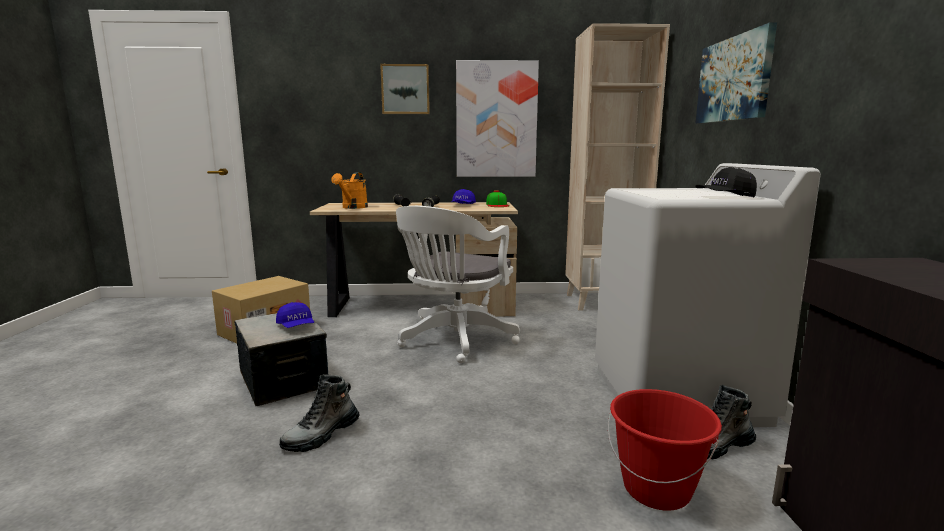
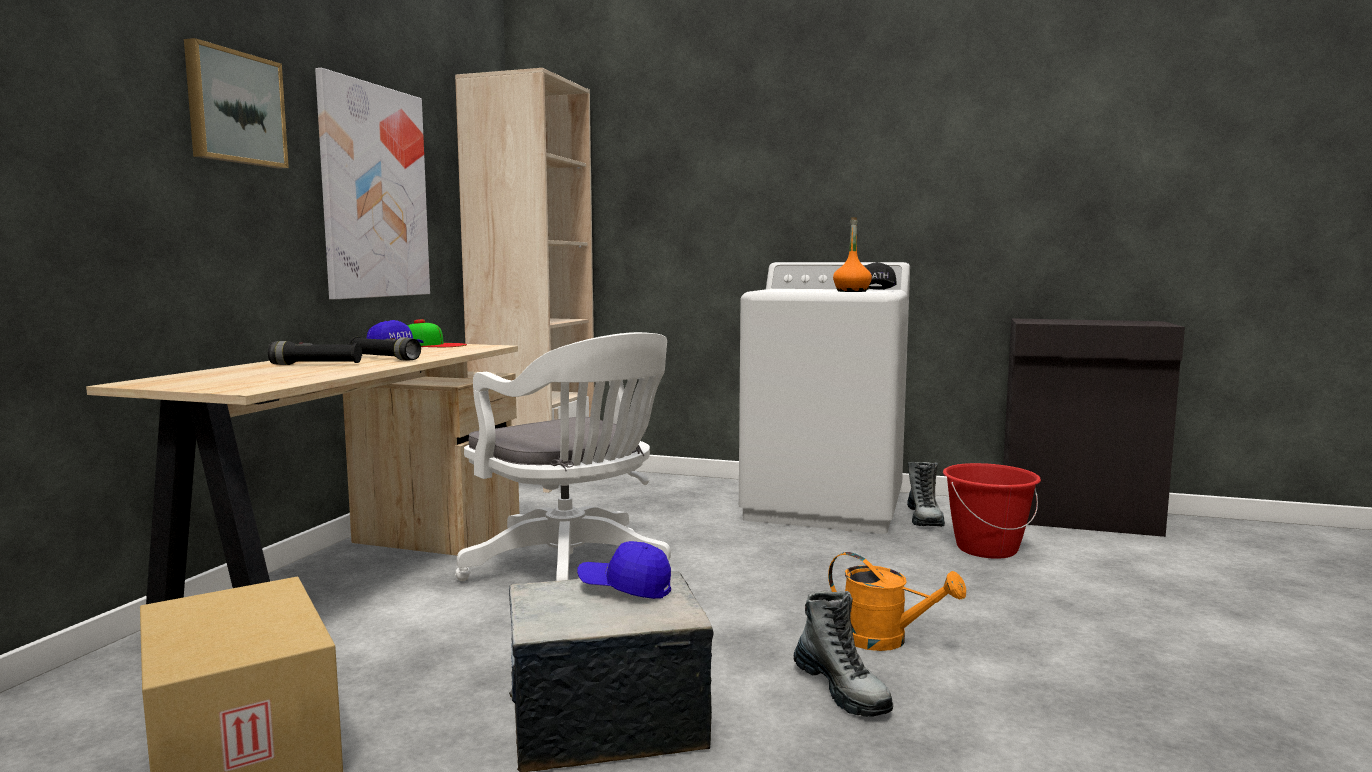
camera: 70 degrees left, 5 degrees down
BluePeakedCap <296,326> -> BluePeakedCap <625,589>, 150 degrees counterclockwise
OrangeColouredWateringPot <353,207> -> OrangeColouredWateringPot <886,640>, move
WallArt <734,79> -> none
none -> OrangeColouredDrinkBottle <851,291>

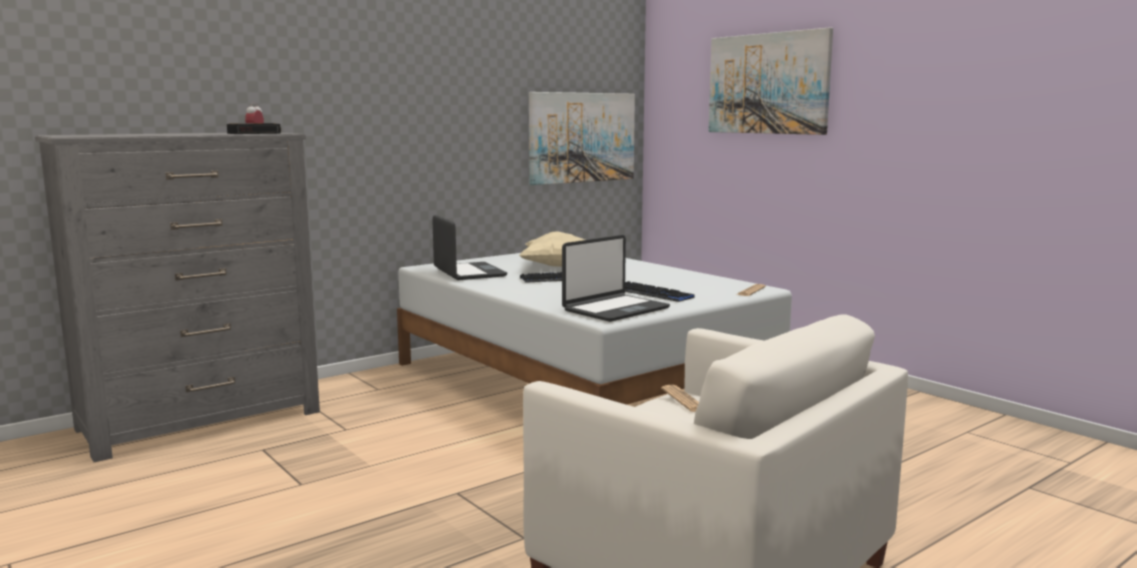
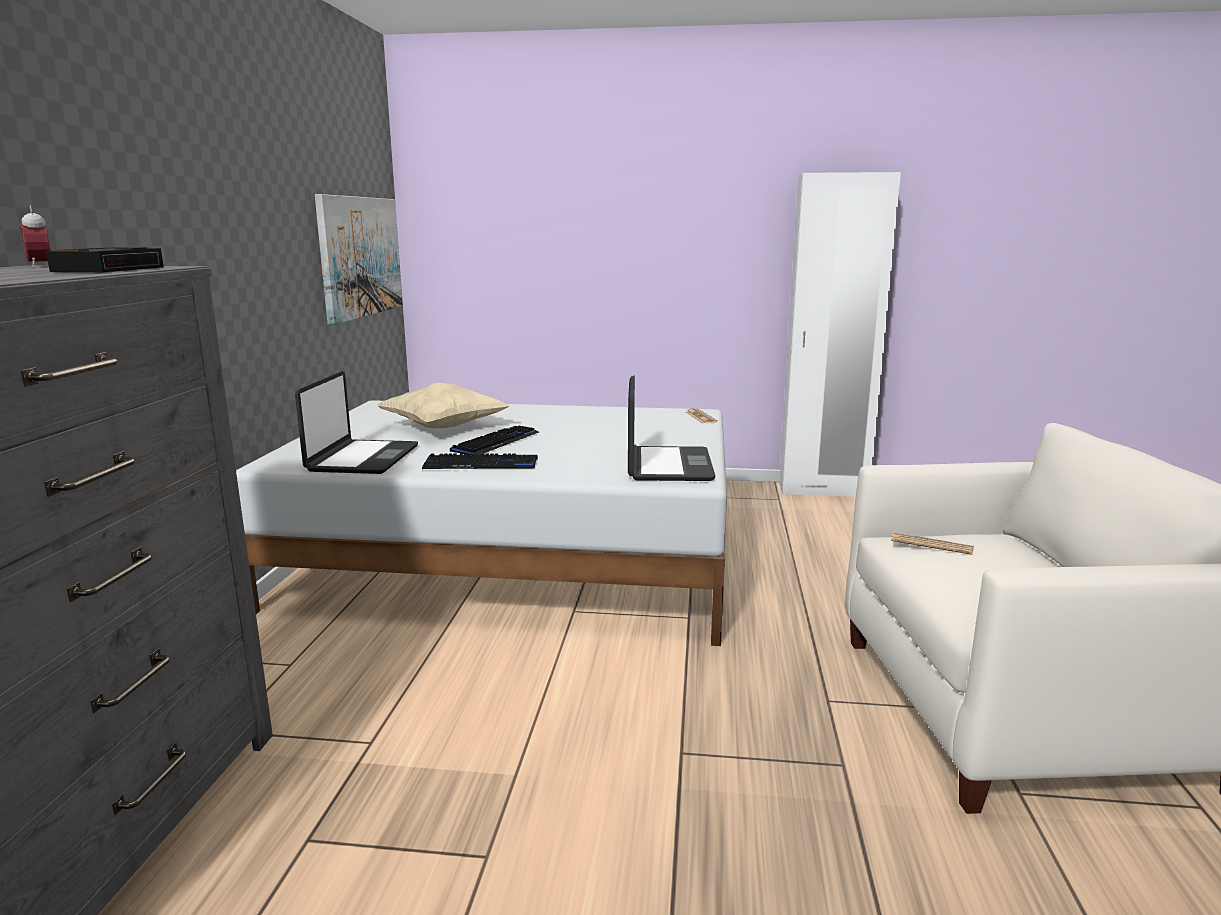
camera: 45 degrees left, 5 degrees up
Laptop <468,272> -> Laptop <362,459>, 75 degrees clockwise
PcKeyboard <651,293> -> PcKeyboard <481,464>, move
WallArt <768,83> -> none
none -> WhitishClothesCupboard <823,490>

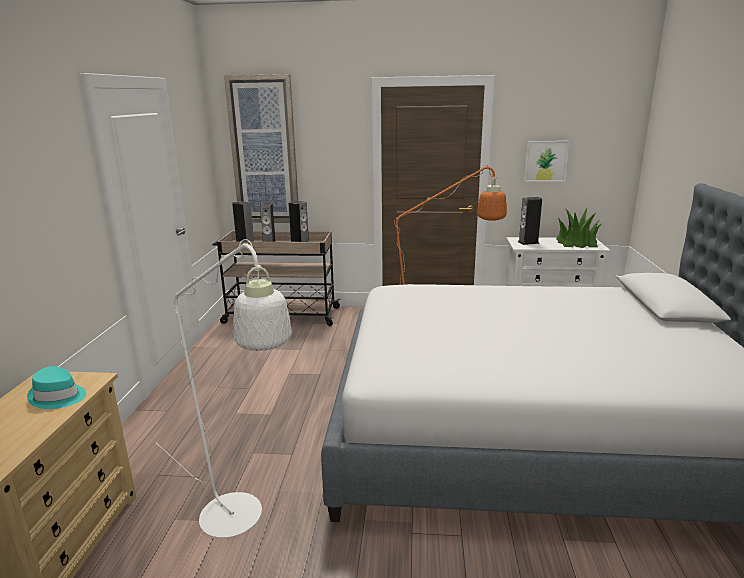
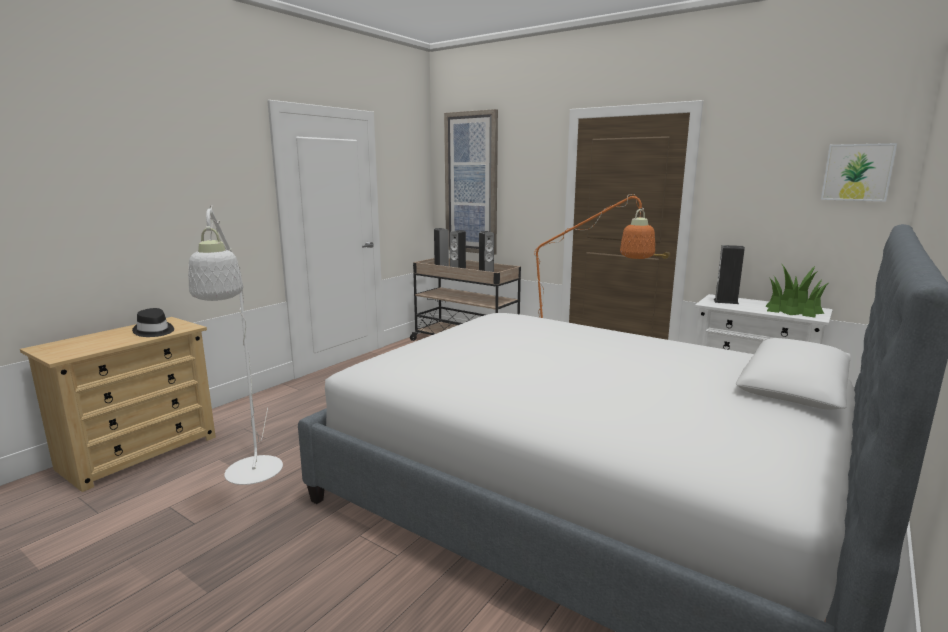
camera: 30 degrees right, 5 degrees down
BlueGreenClothingHat <58,397> -> BlackishClothingHat <154,331>
WallArt <546,161> -> WallArt <857,172>, move

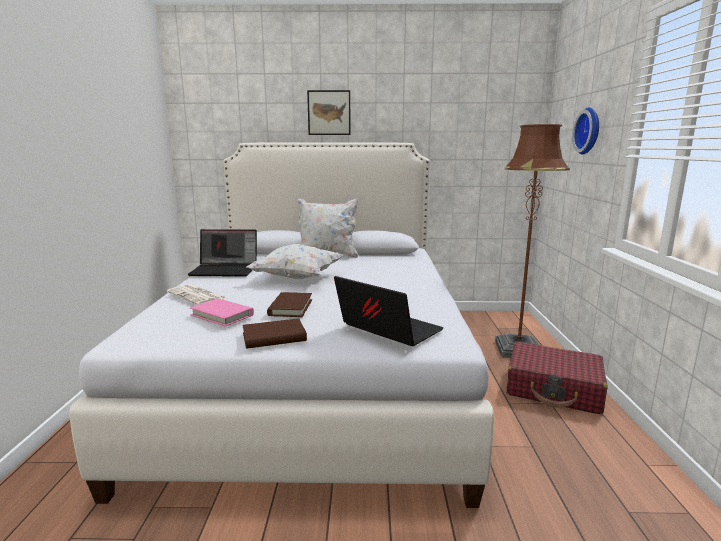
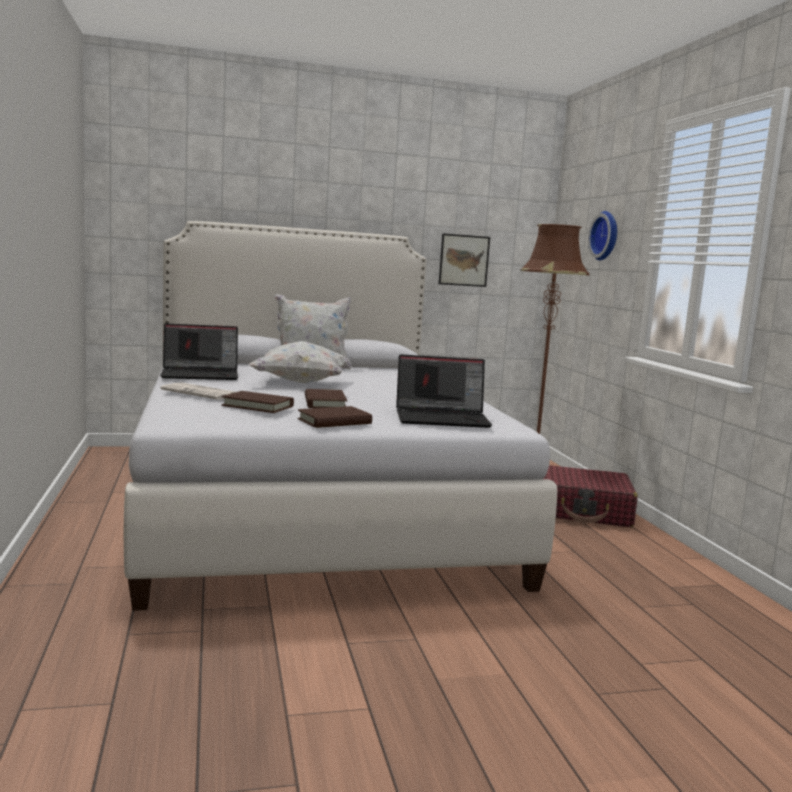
camera: 15 degrees left, 5 degrees down
PinkColouredVolume <222,315> -> BrownVolume <258,406>
WallArt <329,113> -> WallArt <464,260>, move
Laptop <386,330> -> Laptop <443,418>, 150 degrees clockwise

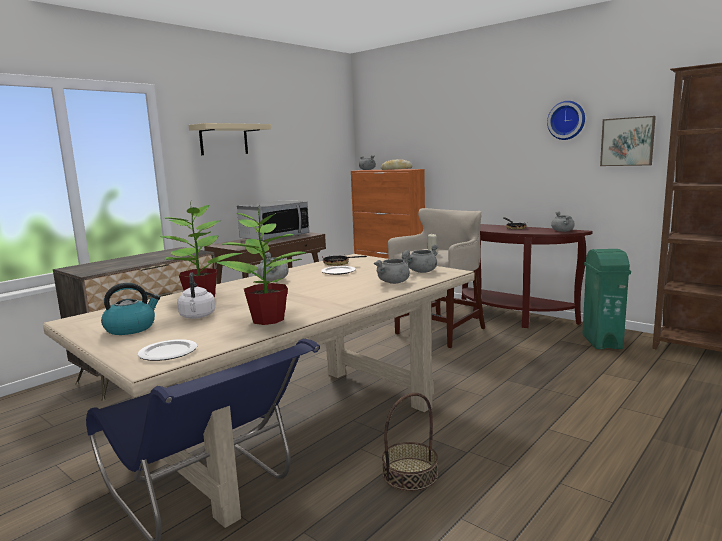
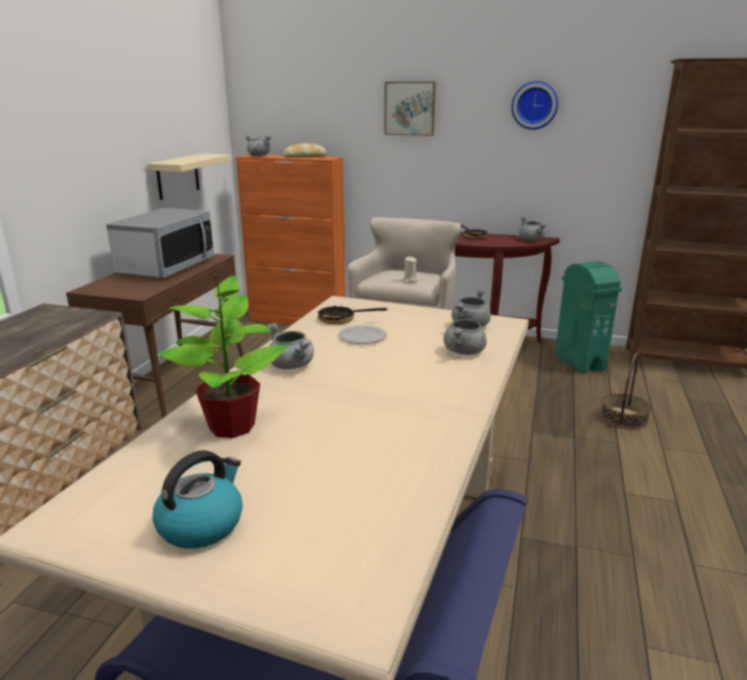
camera: 25 degrees left, 10 degrees up
Plate <167,353> -> none
WhitishWaterKettle <197,316> -> none
BeigeWallShelf <224,140> -> BeigeWallShelf <178,176>, move
Houseplant <269,319> -> none
StorageBasket <410,474> -> StorageBasket <624,417>, move
WallArt <627,141> -> WallArt <410,108>, move

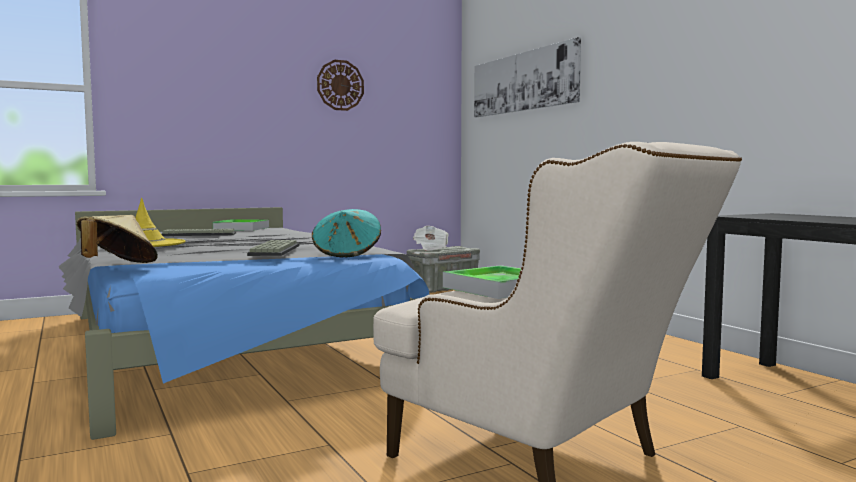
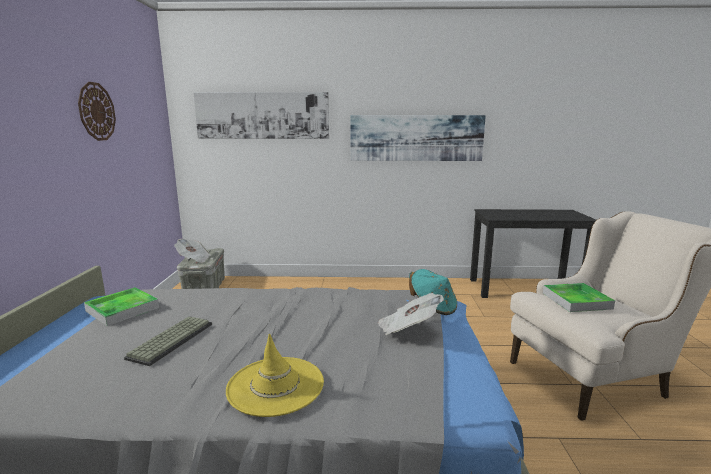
camera: 60 degrees left, 10 degrees up
BeigeClothingHat <118,266> -> none
PcKeyboard <273,250> -> DailyPaper <408,328>
none -> WallArt <416,138>

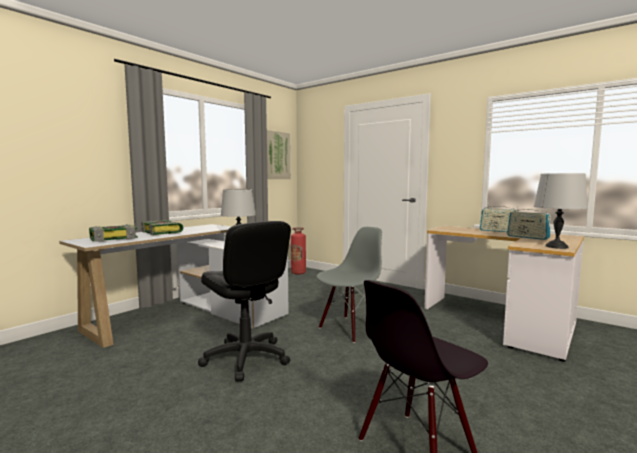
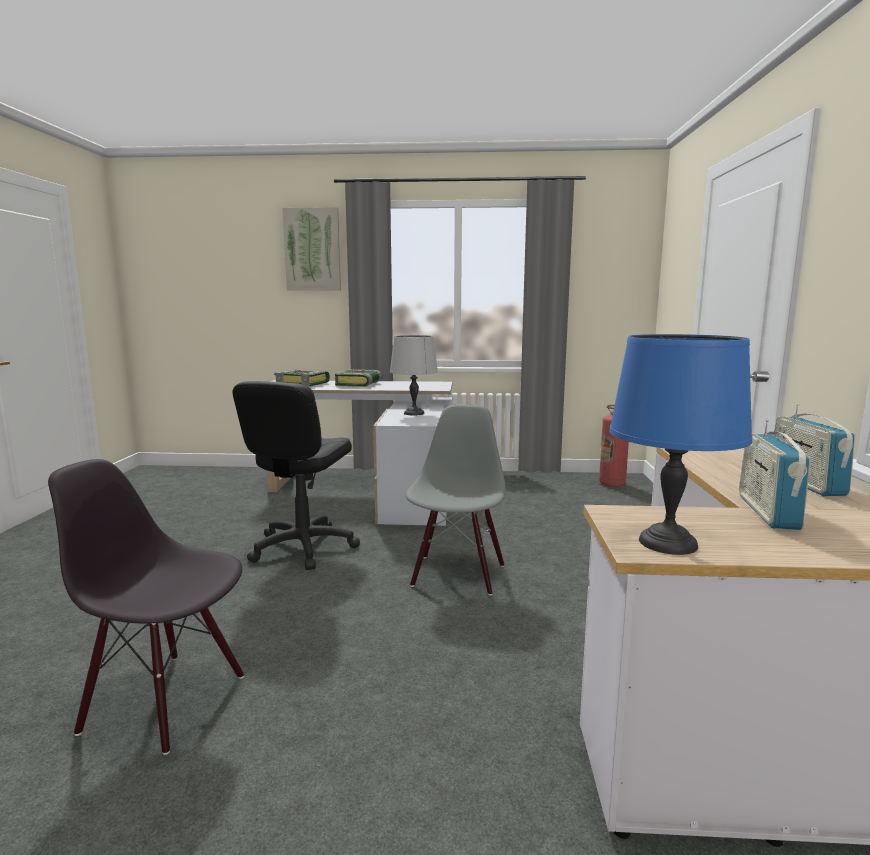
camera: 55 degrees right, 5 degrees up
WallArt <277,155> -> WallArt <312,249>, move
GreyPlainChair <350,329> -> GreyPlainChair <457,574>, 90 degrees counterclockwise
GreyTableLamp <556,246> -> BlueTableLamp <667,542>

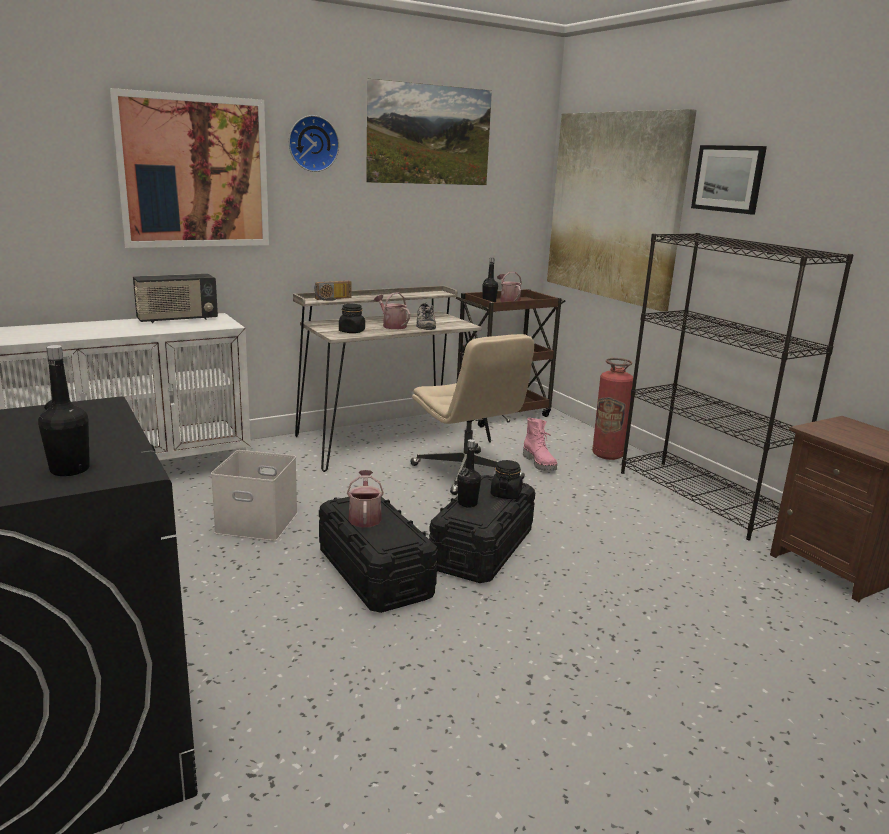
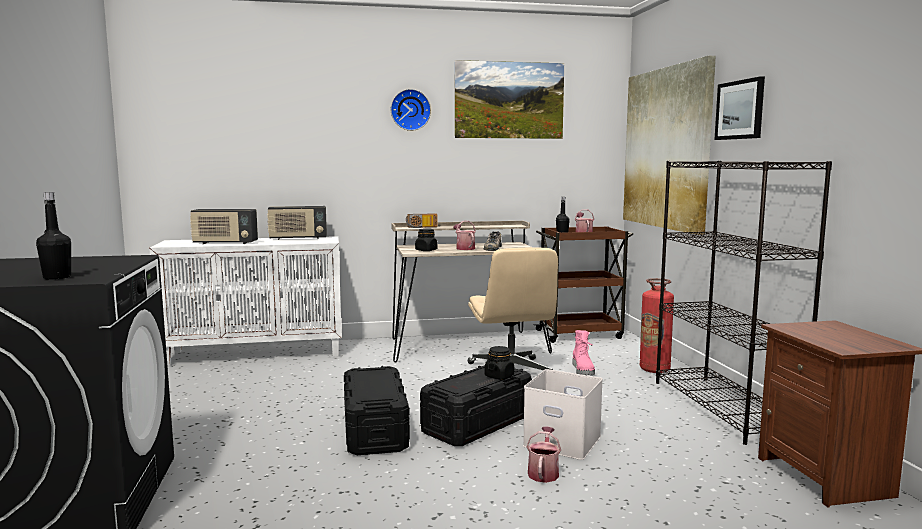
camera: 20 degrees right, 10 degrees down
WallArt <194,172> -> none
WhitishStorageContainer <259,522> -> WhitishStorageContainer <564,441>, move
WateringPot <365,517> -> WateringPot <543,472>, move
BlackishDrinkBottle <467,503> -> none
none -> Radio <225,243>

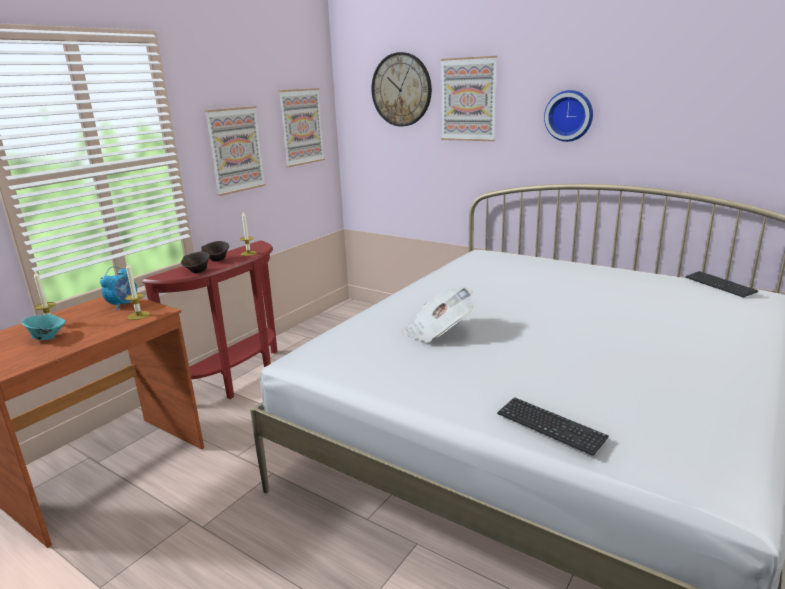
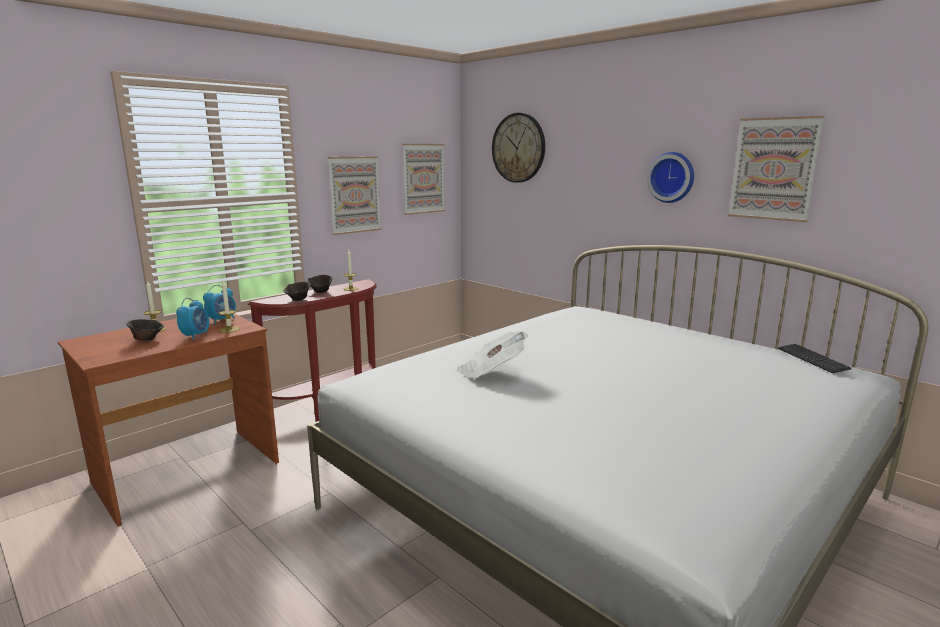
camera: 10 degrees right, 5 degrees down
BlueGreenBowl <47,337> -> BrownBowl <147,339>
WallArt <468,99> -> WallArt <774,169>, move
PcKeyboard <550,427> -> none
none -> TableClock <196,335>

